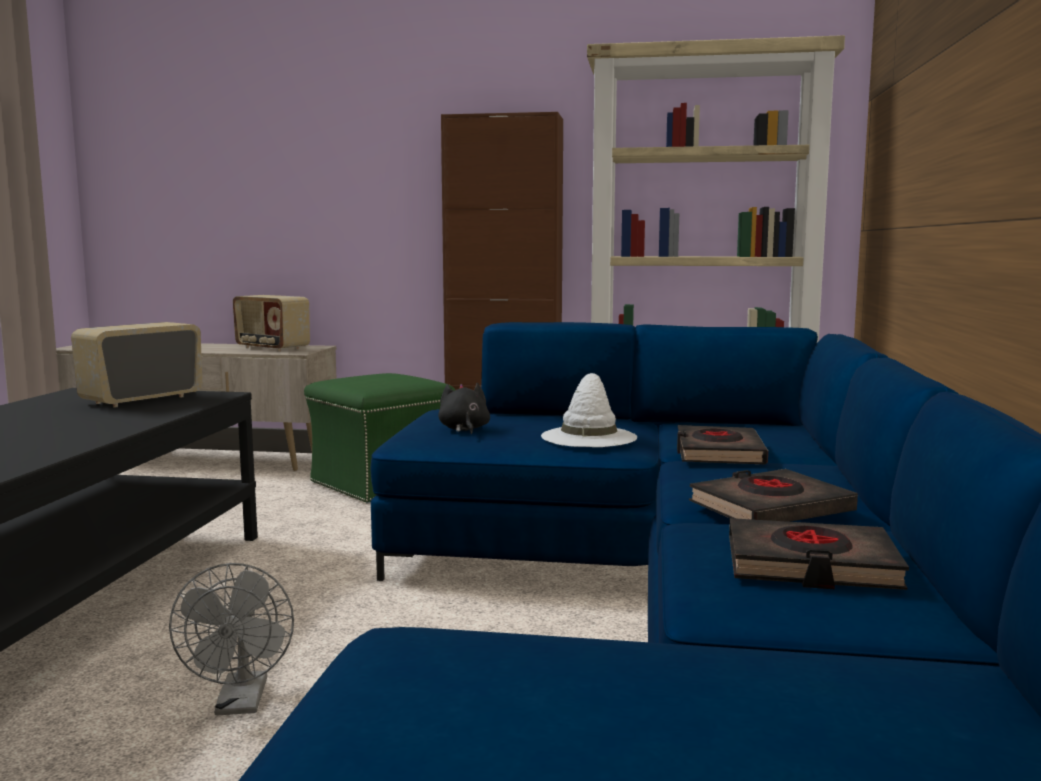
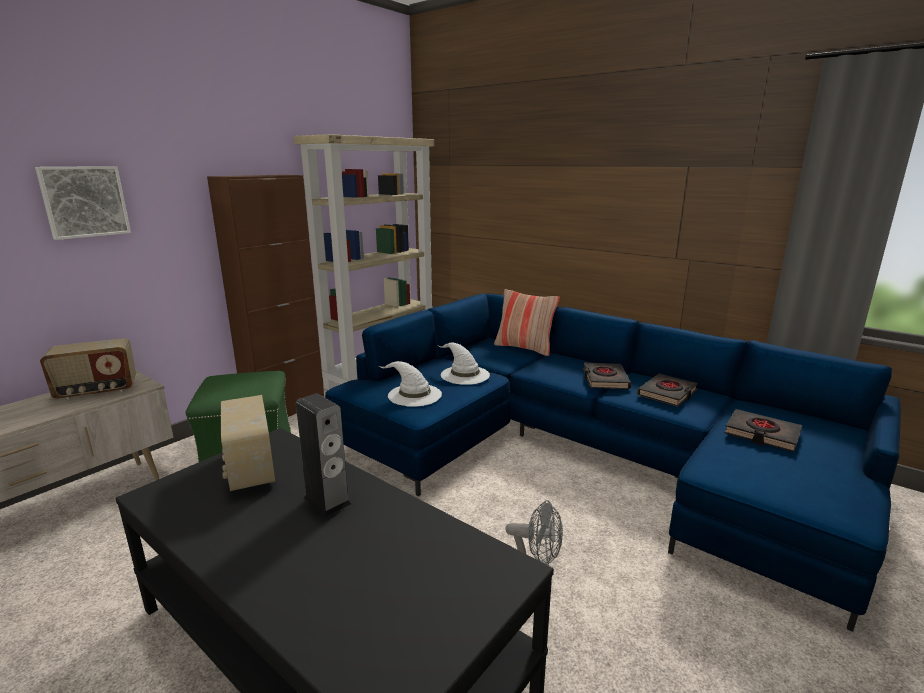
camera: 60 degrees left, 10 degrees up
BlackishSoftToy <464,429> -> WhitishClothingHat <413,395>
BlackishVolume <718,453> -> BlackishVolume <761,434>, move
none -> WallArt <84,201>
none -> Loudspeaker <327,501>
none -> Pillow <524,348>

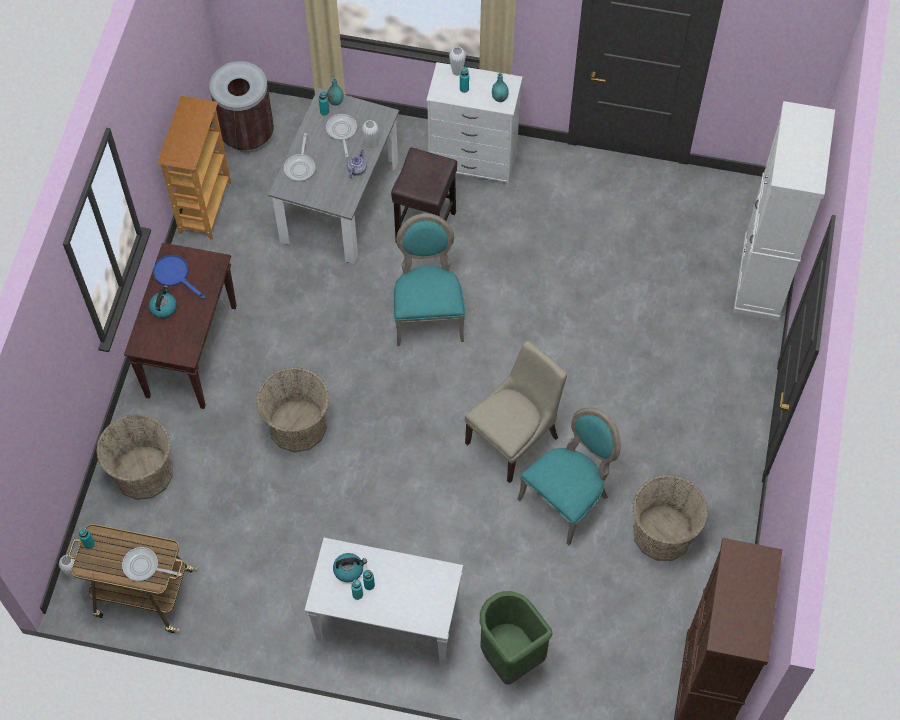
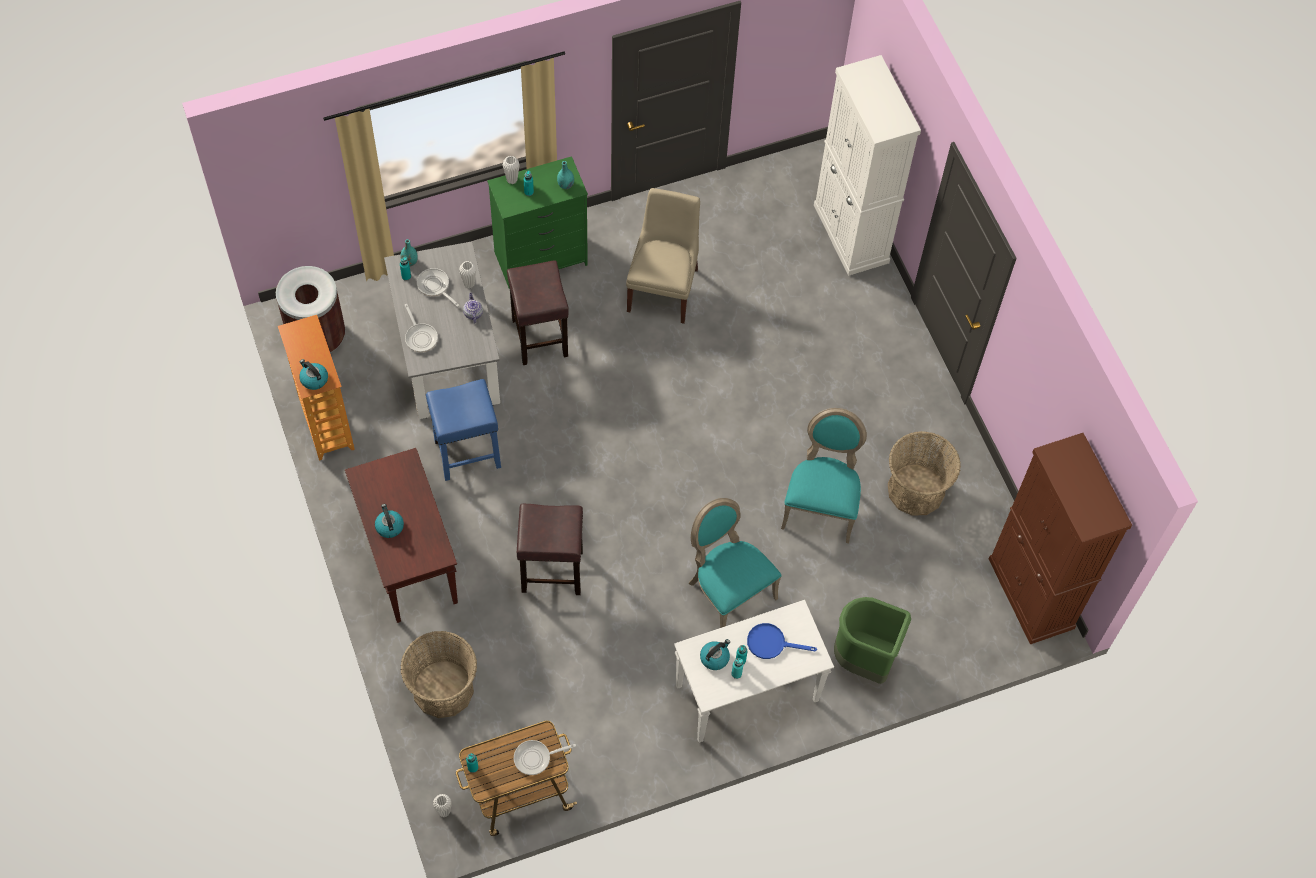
camera: 35 degrees left, 0 degrees up
BlueSkillet <175,275> -> BlueSkillet <771,643>, move
StorageBasket <297,426> -> BrownStoolSeat <551,571>
BlueGreenPlainChair <428,313> -> BlueGreenPlainChair <727,590>, move
WhitishChestOfDrawers <472,162> -> GreenColouredChestOfDrawers <541,259>
BeigePlainChair <514,438> -> BeigePlainChair <663,287>, move
none -> WaterKettle <314,379>
none -> BlueStoolSeat <466,454>

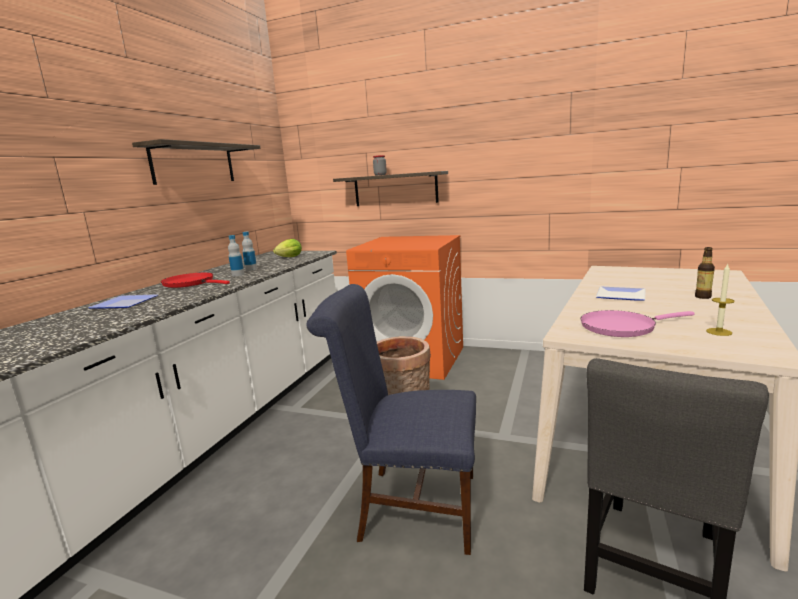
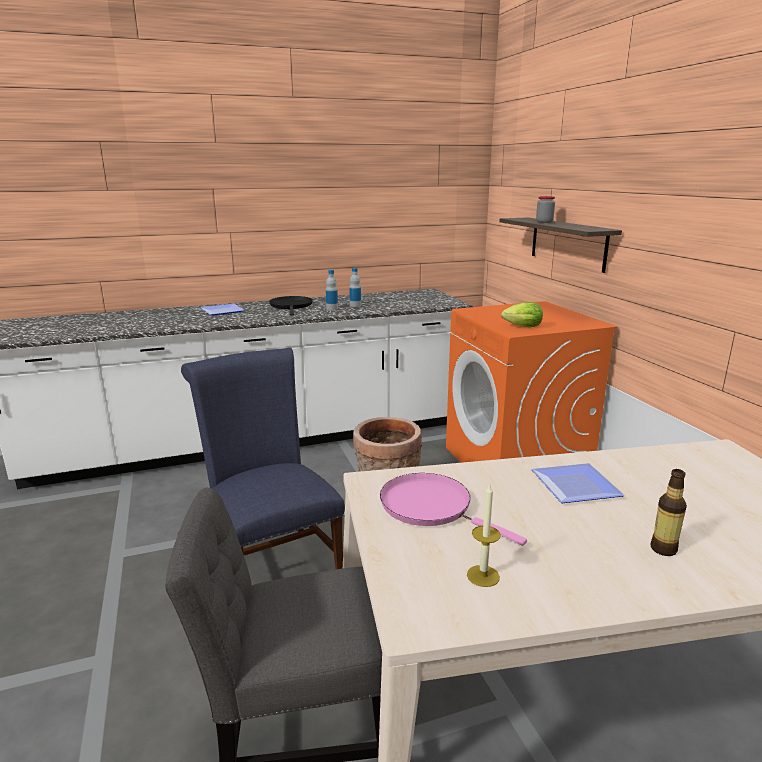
camera: 50 degrees right, 5 degrees up
WallShelf <194,164> -> none
RedColouredSkillet <191,283> -> BlackishSkillet <291,306>
LettuceHead <288,257> -> LettuceHead <520,327>, move

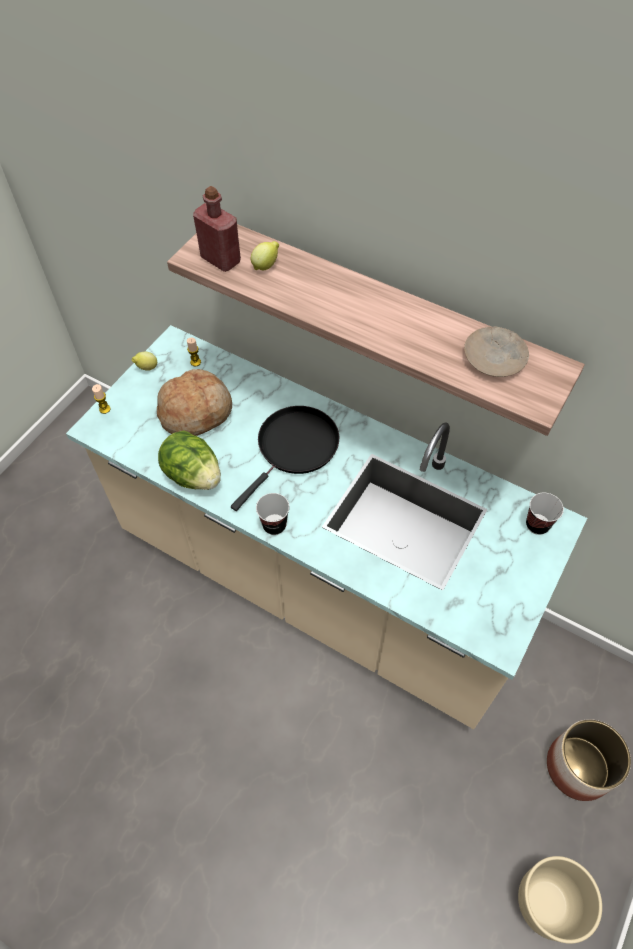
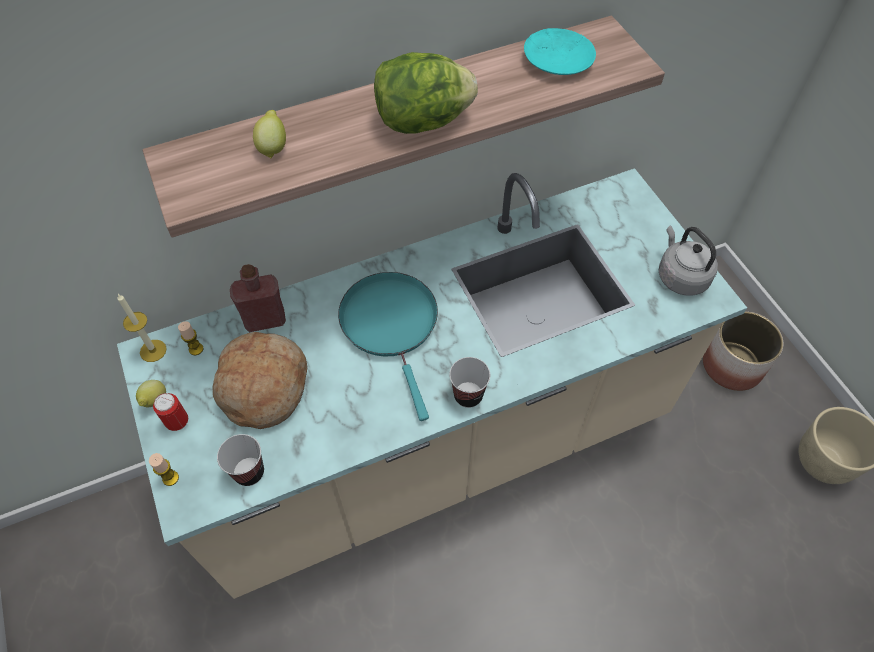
camera: 55 degrees left, 0 degrees up
LettuceHead <193,475> -> LettuceHead <422,121>, move
RedColouredDrinkBottle <221,260> -> RedColouredDrinkBottle <265,320>, move
BlackishSkillet <295,448> -> BlueGreenSkillet <391,325>
BeigePlate <494,357> -> BlueGreenPlate <557,59>
SmallCup <537,525> -> SmallCup <249,472>, move
none -> WaxCandle <153,350>
none -> SealedCan <177,422>
none -> GreyWaterKettle <680,276>

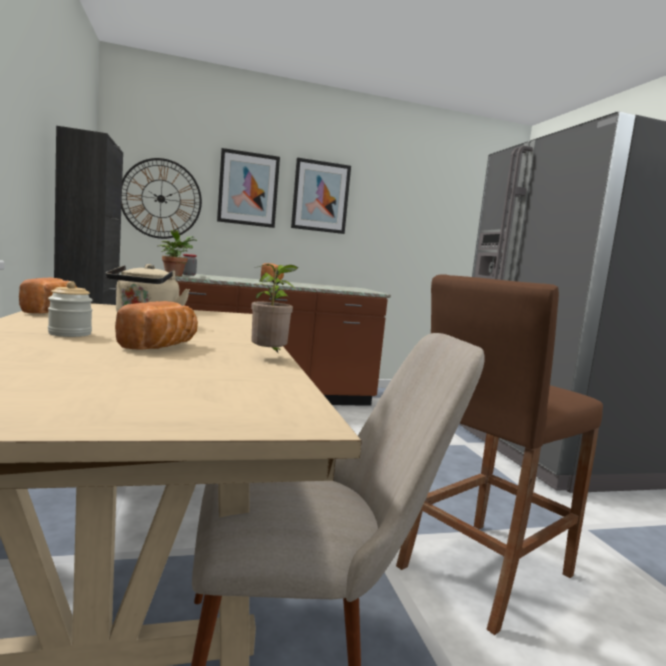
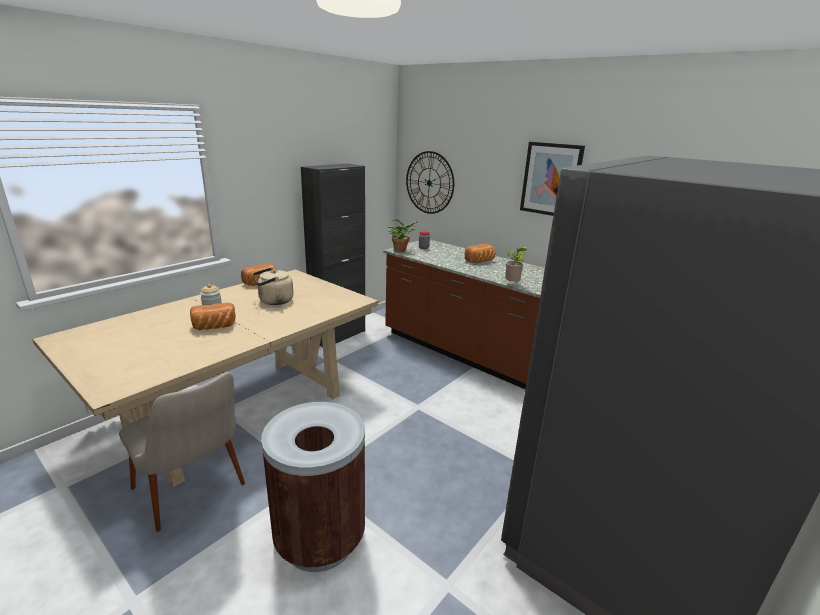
camera: 55 degrees right, 15 degrees up
WallArt <248,189> -> none
Houseplant <269,357> -> Houseplant <513,285>, move
BrownStoolSeat <484,570> -> BrownRubbishBin <320,539>

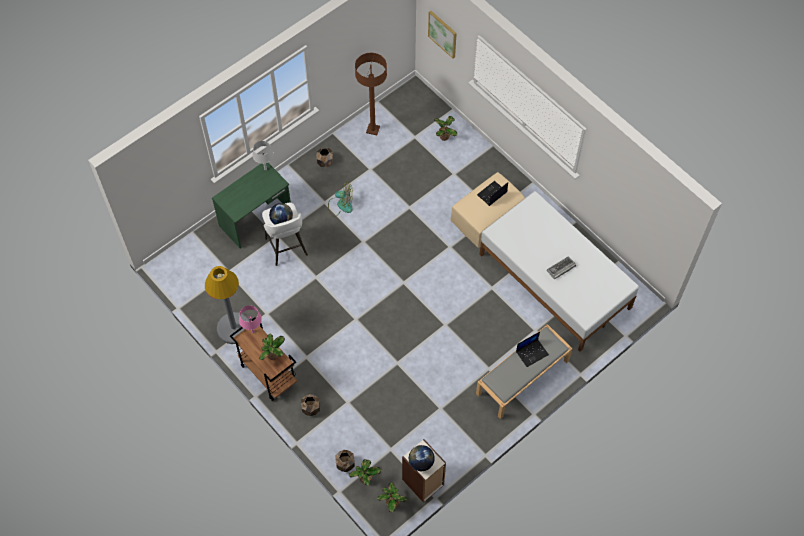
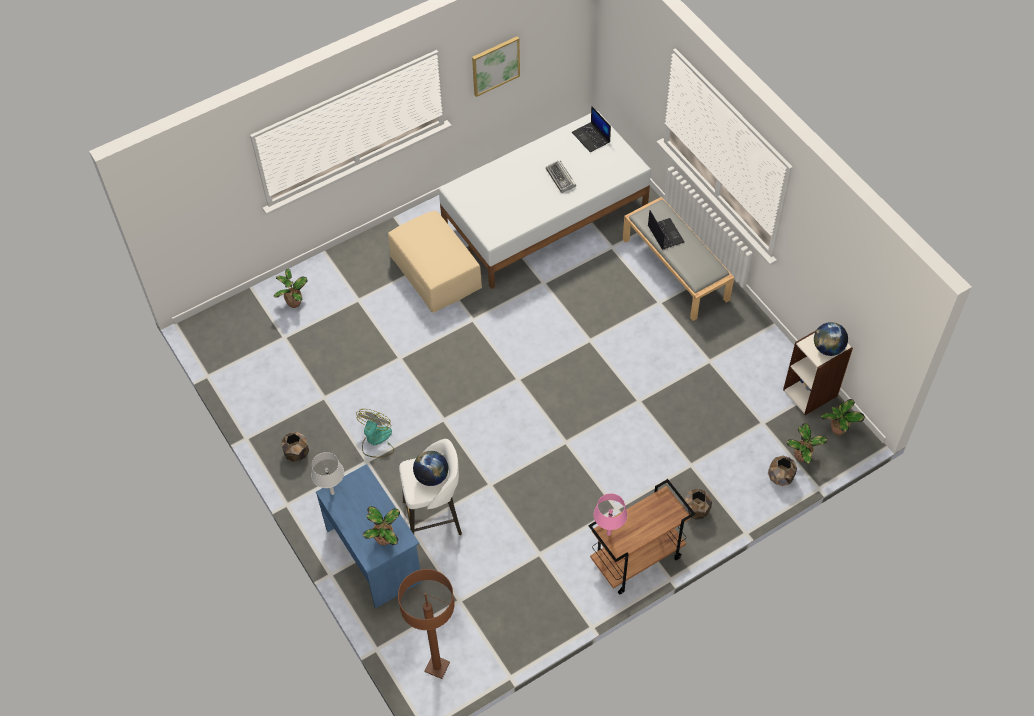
camera: 80 degrees left, 5 degrees down
GreyStandingLamp <234,328> -> none
GreenColouredDeskTable <256,219> -> BlueDeskTable <374,554>
Houseplant <273,356> -> Houseplant <385,538>, move
BrownStandingLamp <373,129> -> BrownStandingLamp <437,667>, move
WallArt <443,34> -> WallArt <495,65>, move
Laptop <492,194> -> Laptop <591,137>, move

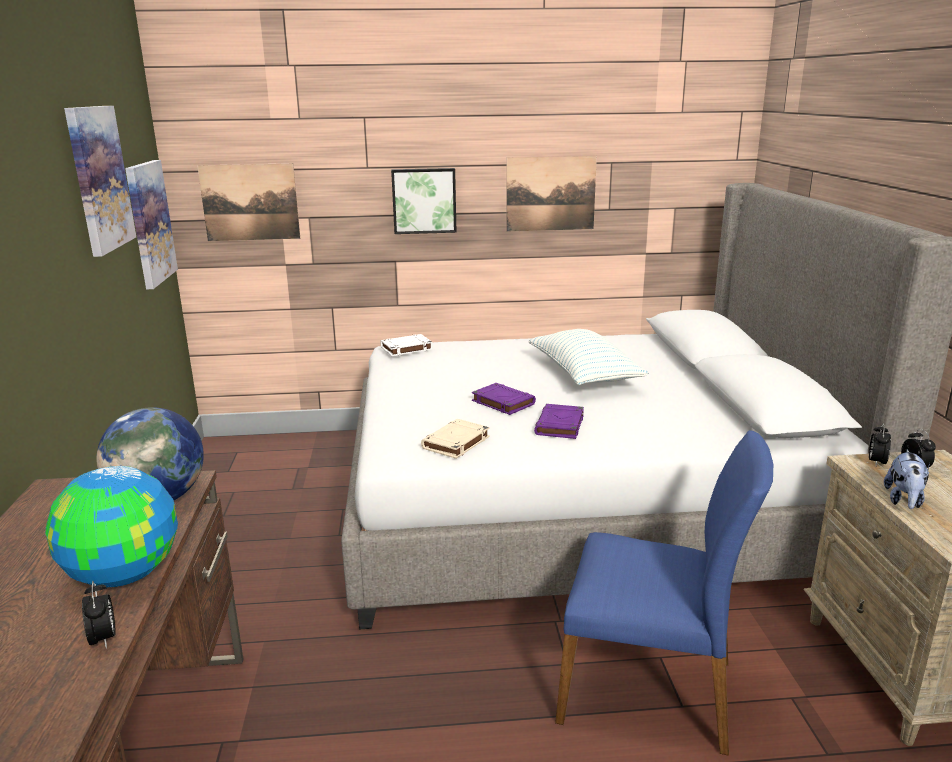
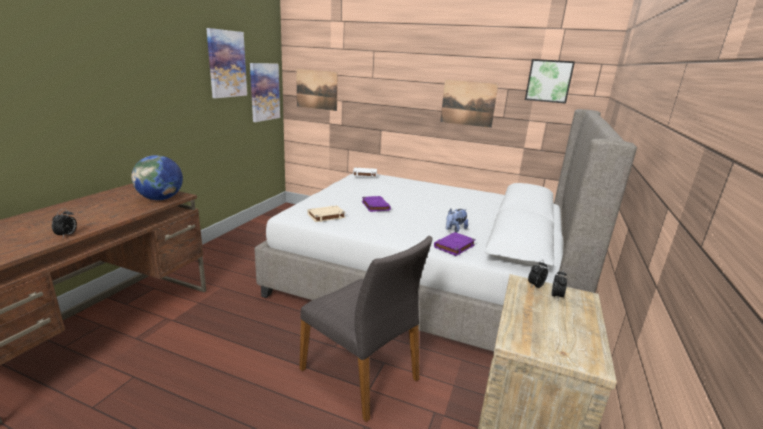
camera: 25 degrees right, 0 degrees up
Globe <124,575> -> none
WallArt <424,200> -> WallArt <549,81>, move
Pillow <583,374> -> none
PurplishVolume <560,426> -> PurplishVolume <454,246>, move
BluePlainChair <649,688> -> GreyPlainChair <361,374>
SoftToy <904,500> -> SoftToy <455,230>, move

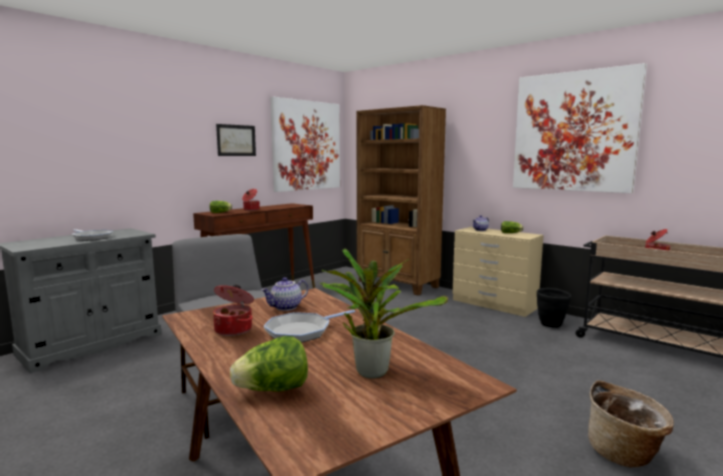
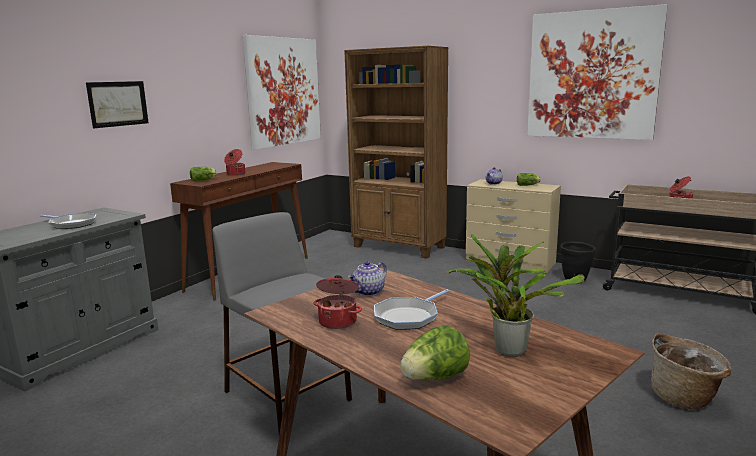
camera: 10 degrees left, 5 degrees up
WallArt <236,140> -> WallArt <118,104>, move

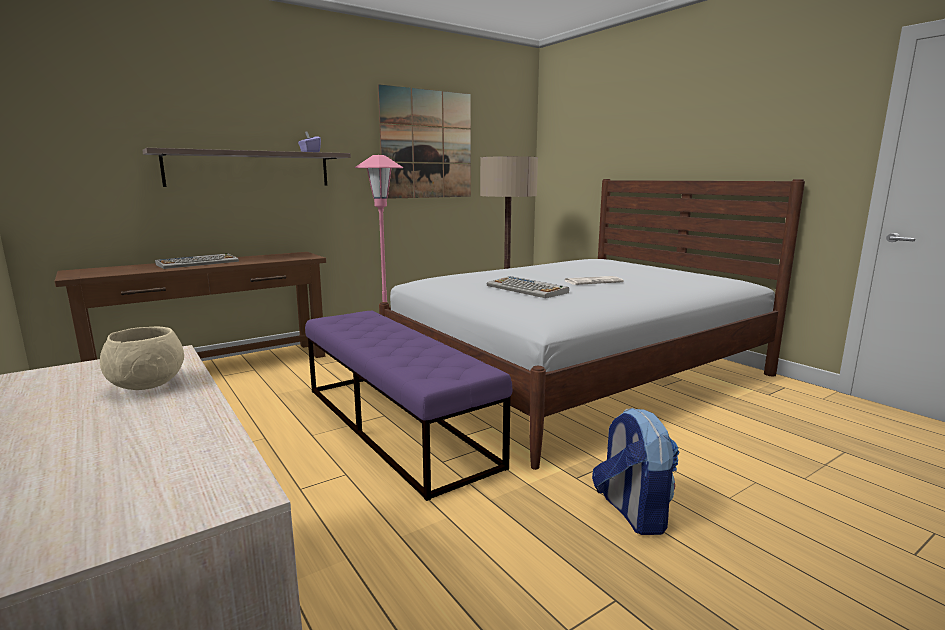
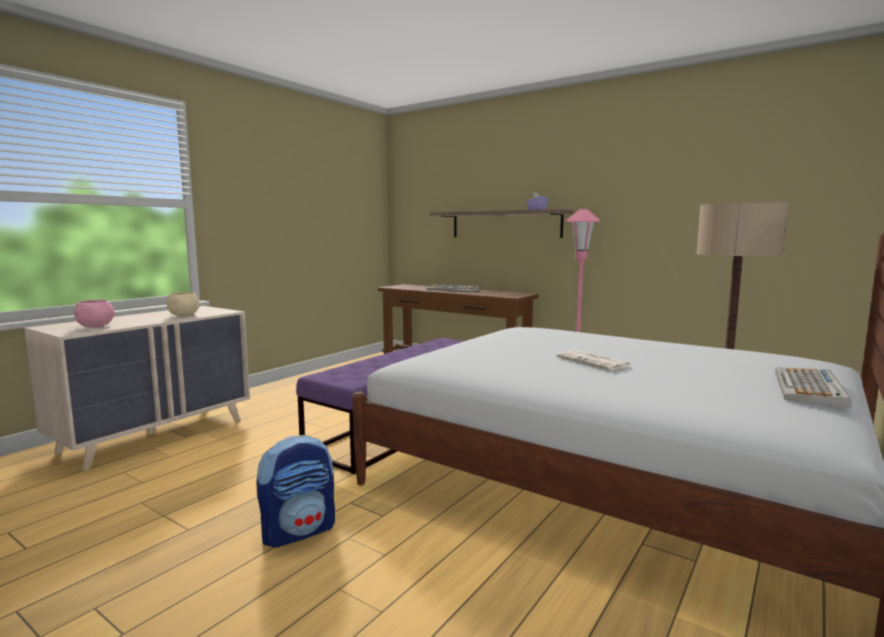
camera: 70 degrees right, 5 degrees down
WallArt <427,144> -> none
PcKeyboard <527,289> -> PcKeyboard <810,388>, move
none -> PinkColouredBowl <95,326>

